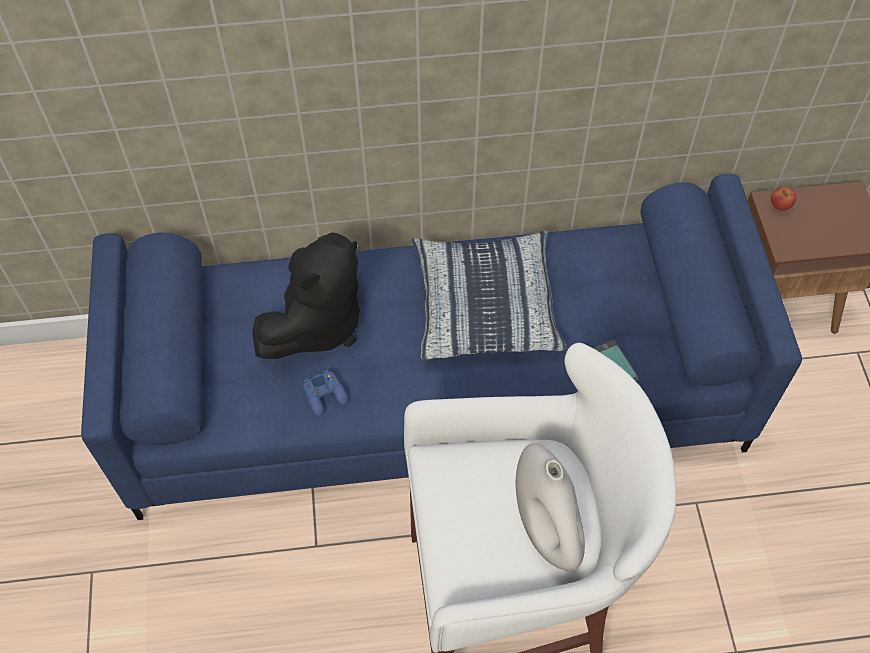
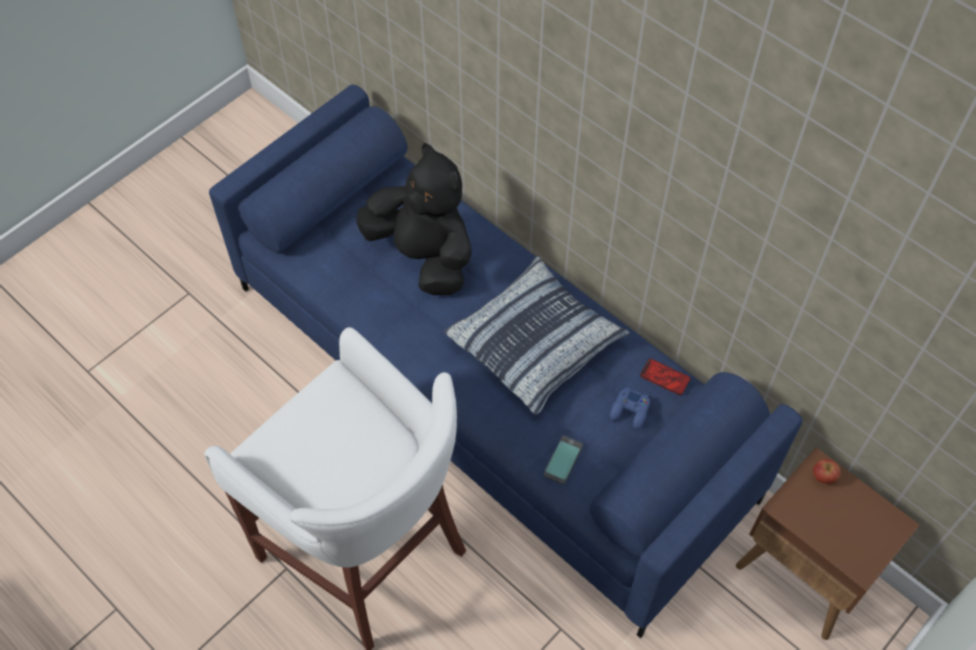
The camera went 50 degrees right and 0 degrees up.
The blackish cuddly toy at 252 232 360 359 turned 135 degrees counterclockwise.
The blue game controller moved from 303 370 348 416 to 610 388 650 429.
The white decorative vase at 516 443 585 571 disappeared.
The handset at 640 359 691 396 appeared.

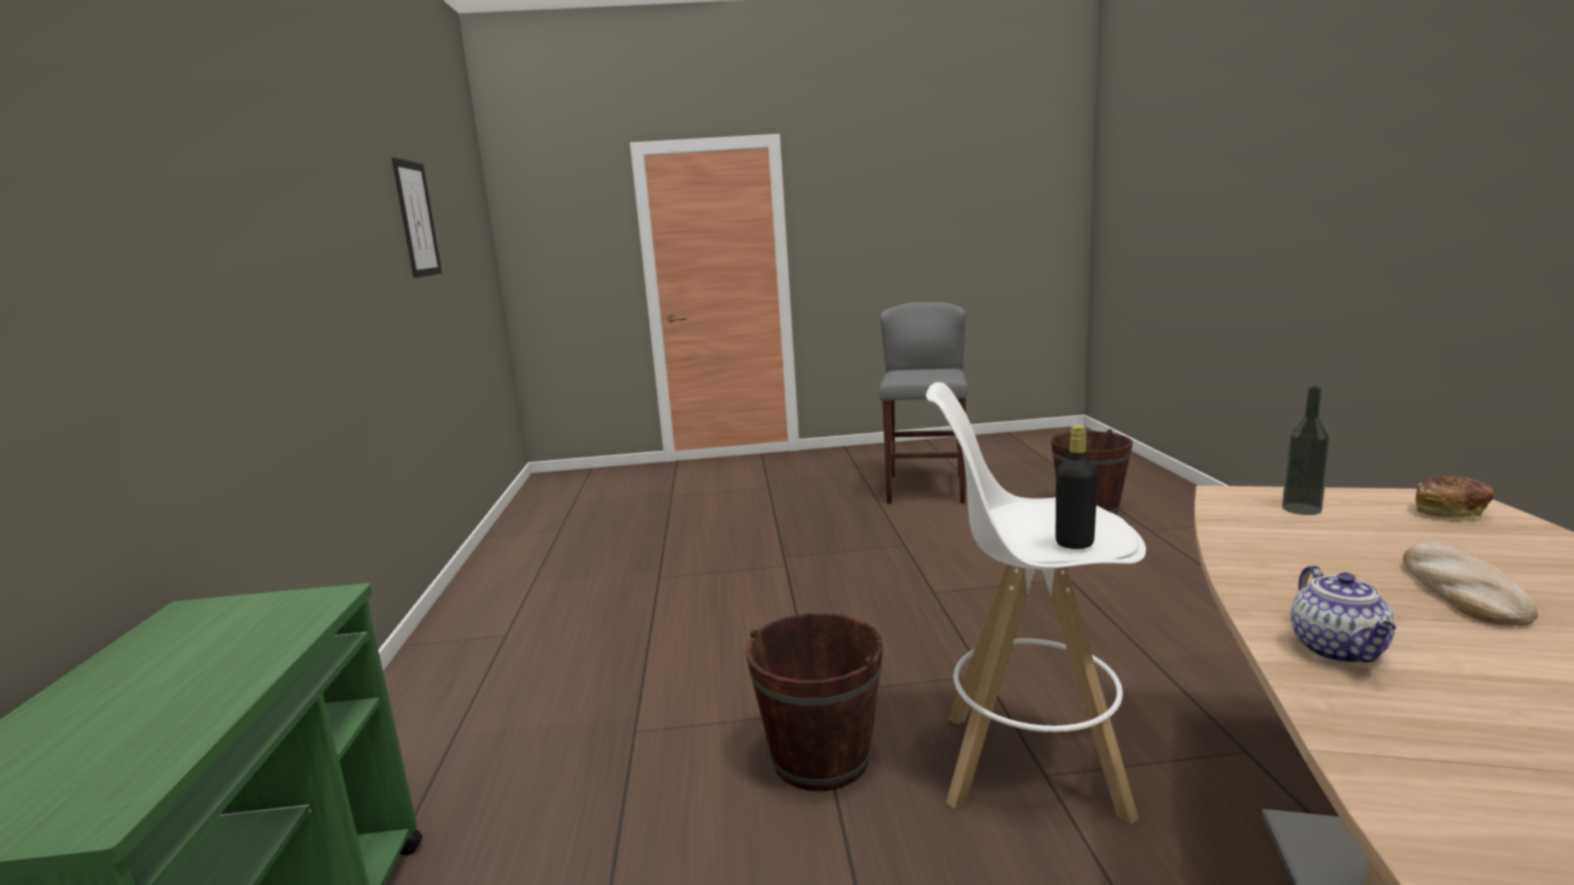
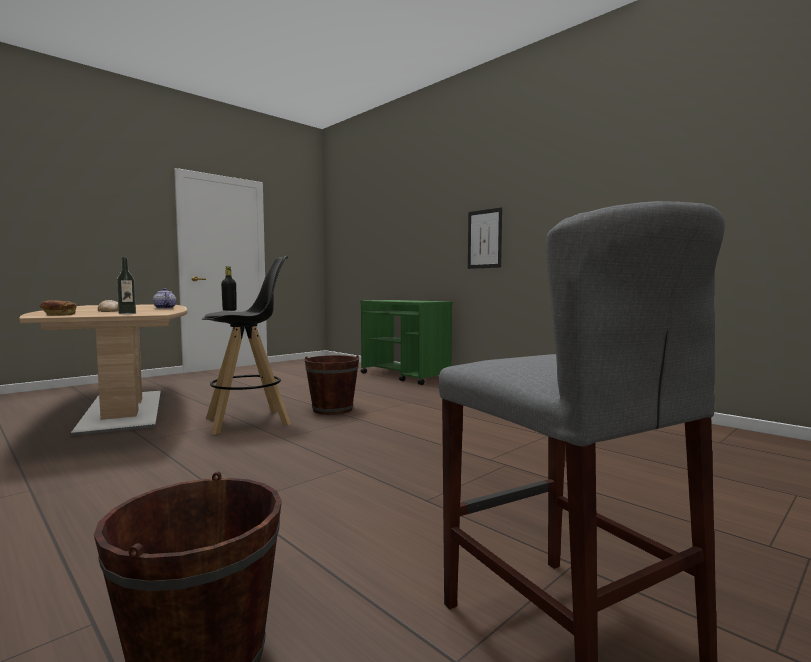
The camera went 140 degrees right and 10 degrees down.
The picture moved from 392 158 442 278 to 468 207 502 269.
The white stool seat at 926 382 1146 824 became the blackish stool seat at 202 256 291 435.

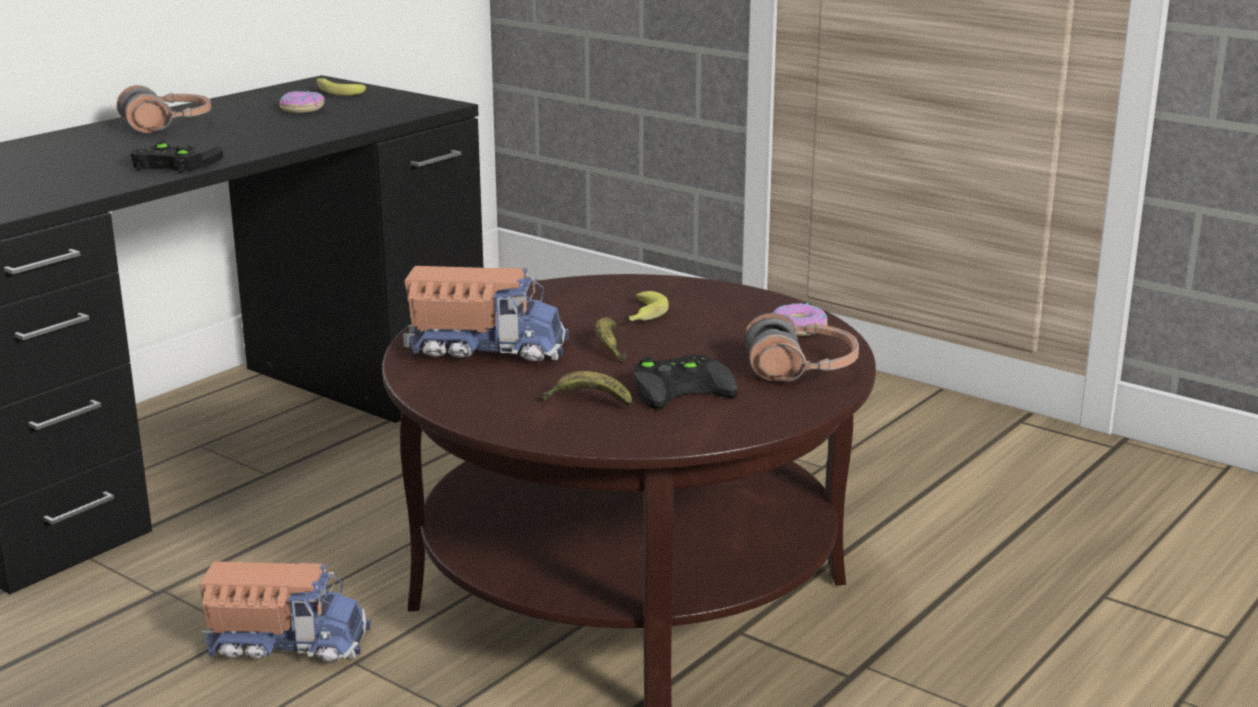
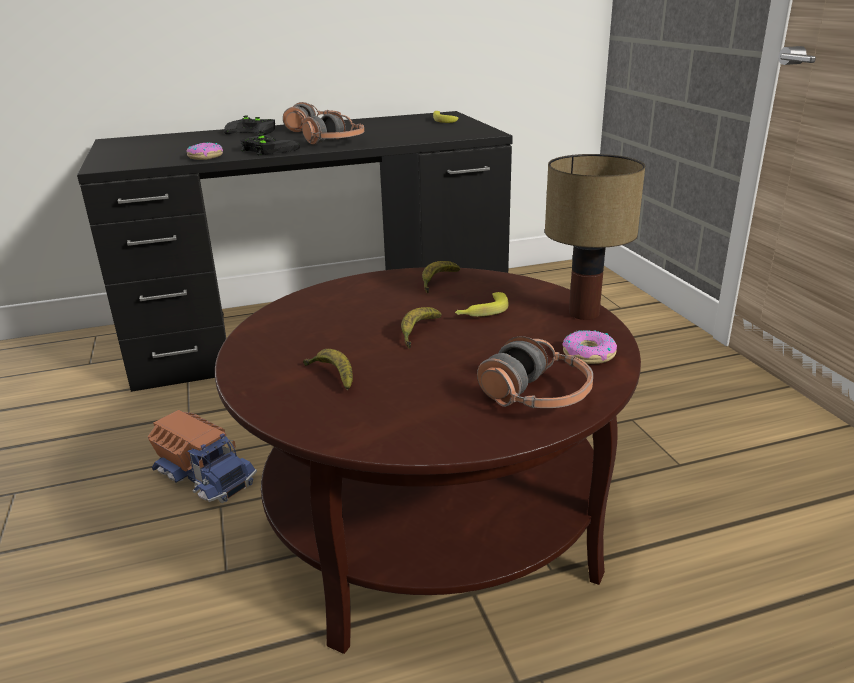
The camera went 35 degrees right and 5 degrees up.
The donut moved from 279 91 325 113 to 186 143 223 160.
The toy truck at 403 266 569 361 disappeared.
The blackish game controller moved from 634 355 738 409 to 224 115 275 135.
The headset at 302 112 364 144 appeared.
The whole banana at 422 261 460 293 appeared.
The tabletop lamp at 545 154 645 320 appeared.

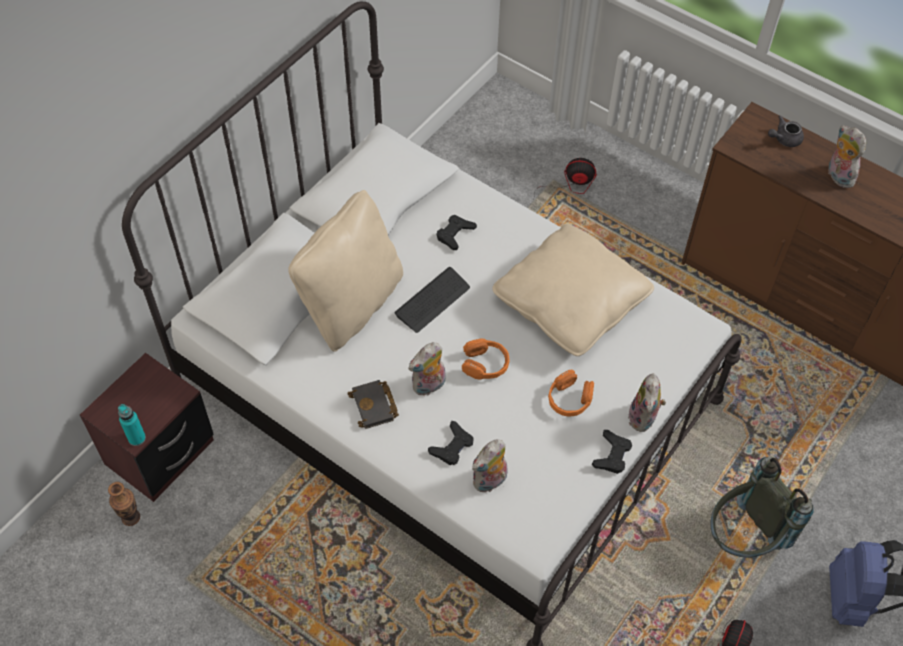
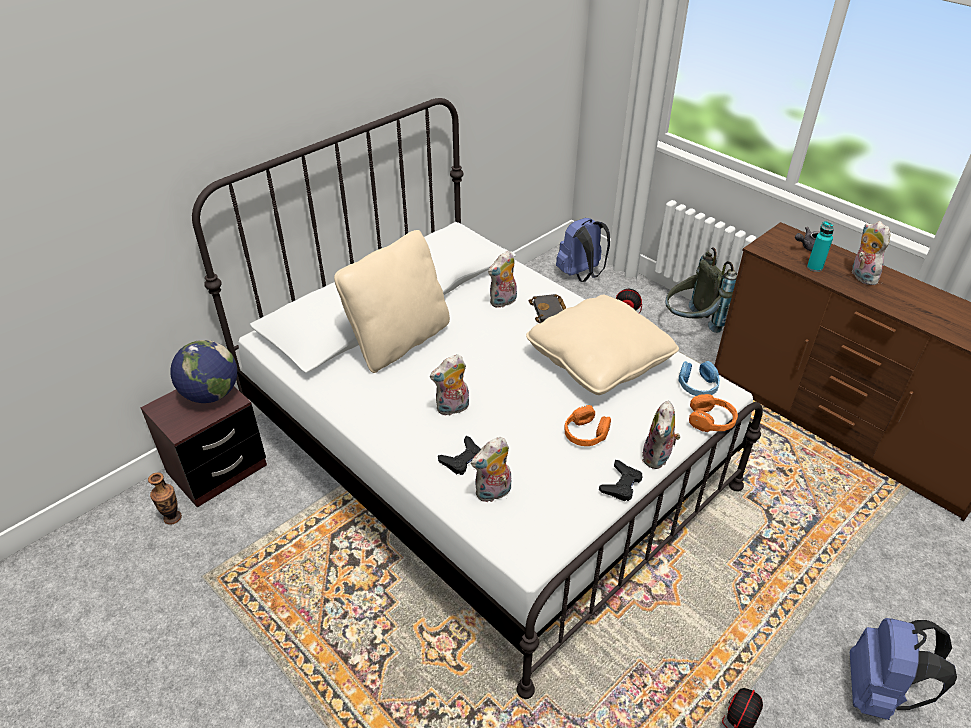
The camera went 10 degrees right and 15 degrees down.
The blue-green beverage bottle moved from 118 404 146 446 to 807 221 834 272.
The blackish book moved from 347 380 399 429 to 529 294 566 323.
The PC keyboard at 394 267 470 333 disappeared.
The blackish game controller at 437 215 477 250 was replaced by the cuddly toy at 488 251 517 308.
The orange-coloured headset moved from 462 338 509 380 to 689 394 738 432.
The grey backpack moved from 711 457 814 558 to 665 247 737 333.
The desk globe at 170 340 237 403 appeared.
The blue backpack at 556 218 610 282 appeared.
The blue headset at 679 361 720 396 appeared.

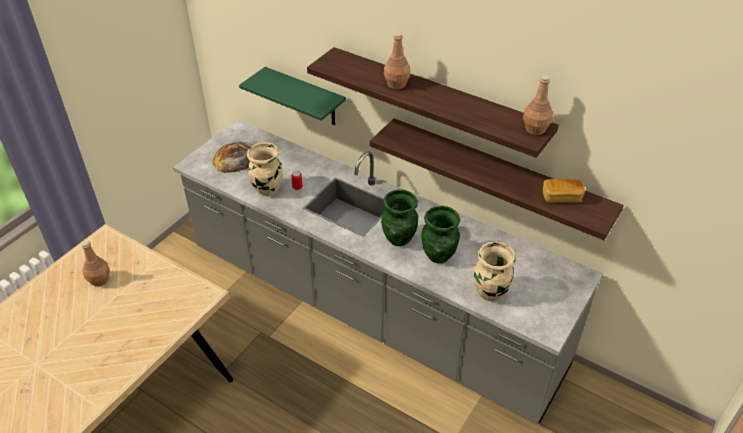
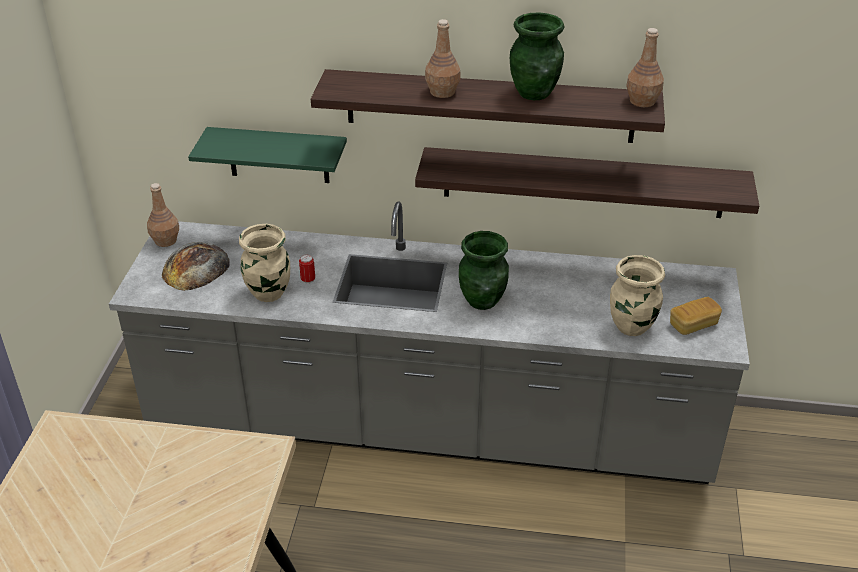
The camera went 25 degrees left and 5 degrees down.
The brown-coloured beverage bottle moved from 81 241 110 287 to 147 183 179 247.
The green-coloured decorative vase moved from 422 206 460 263 to 510 12 564 100.
The bread moved from 543 179 585 203 to 670 297 722 335.

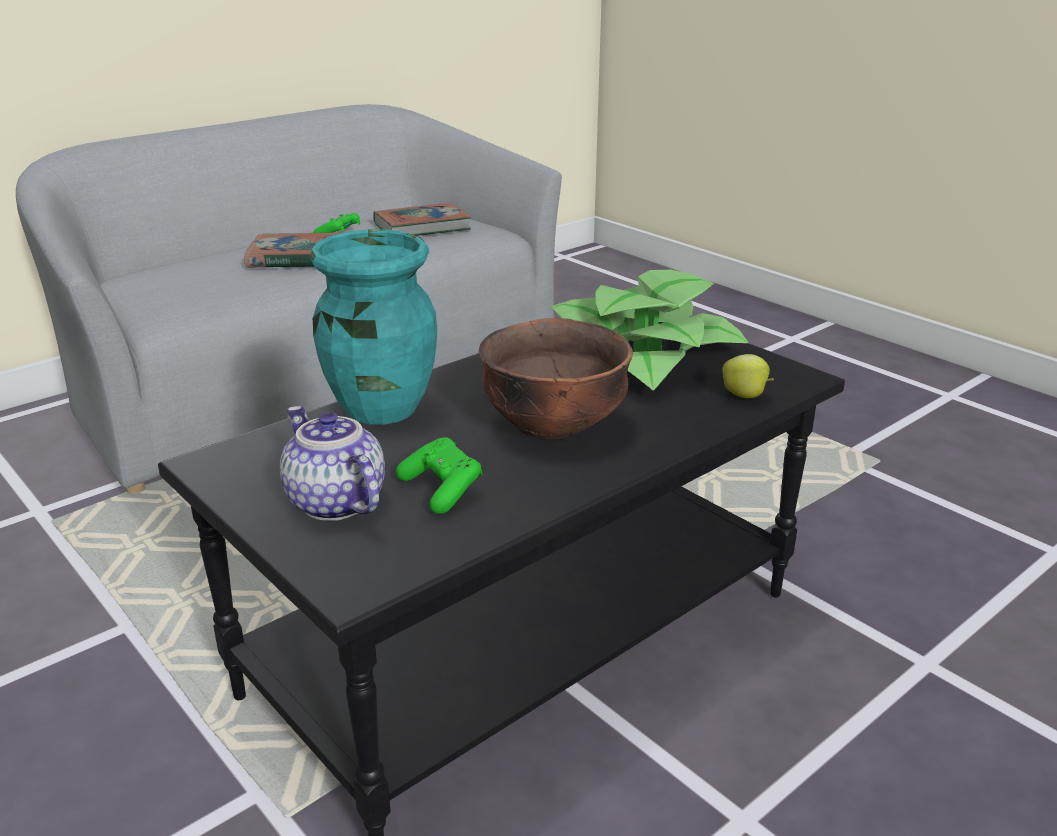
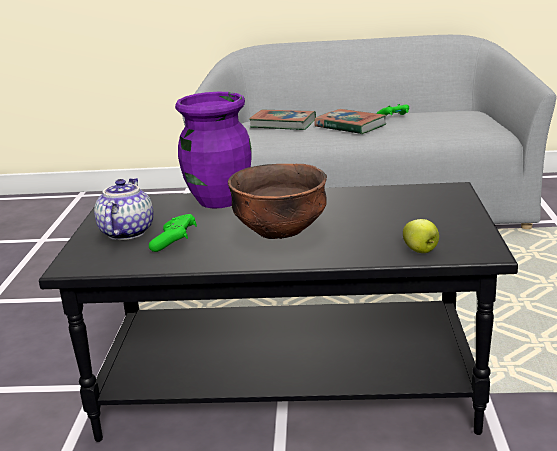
The camera went 45 degrees right and 5 degrees down.
The blue-green decorative vase at 310 229 437 425 became the purple-coloured decorative vase at 175 92 252 209.
The book moved from 373 203 471 236 to 249 110 316 130.
The potted plant at 551 270 749 391 disappeared.

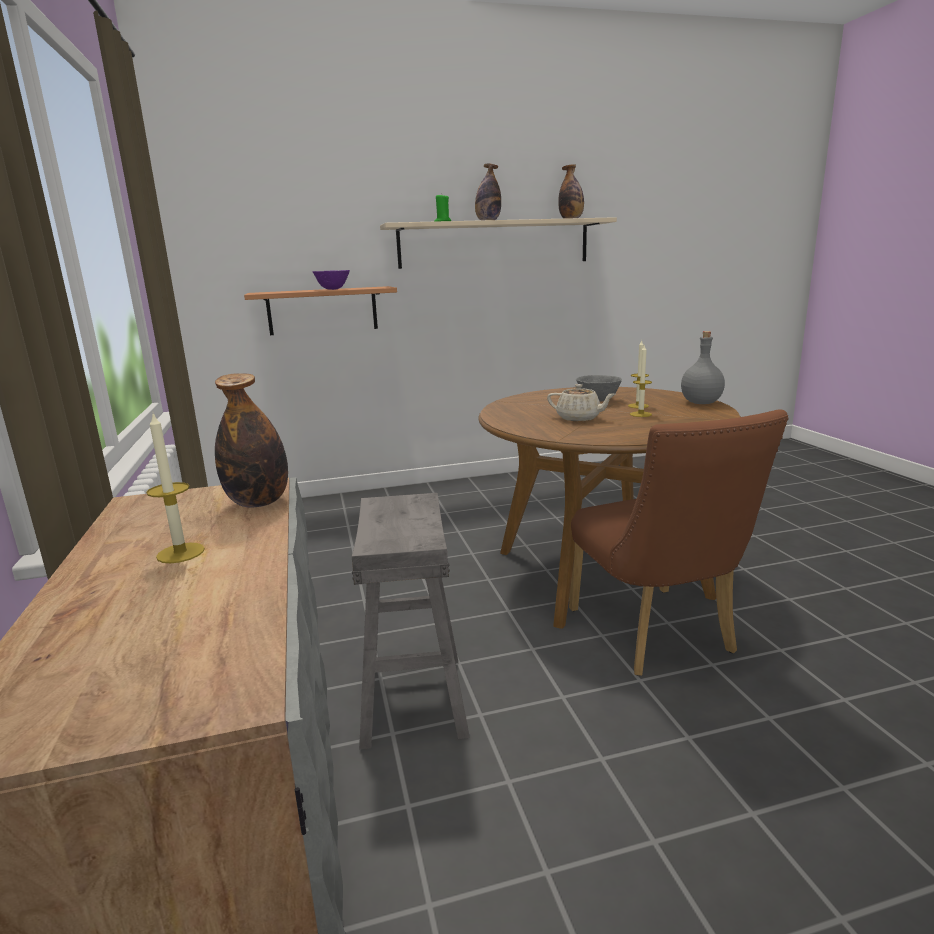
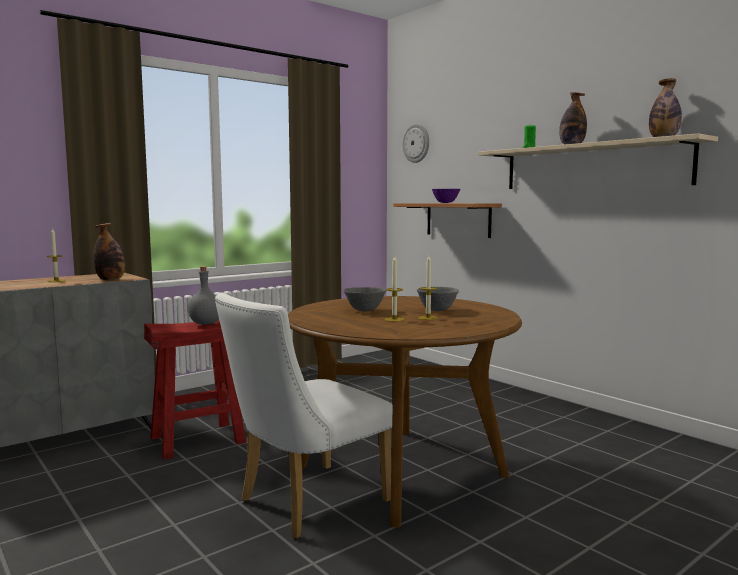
The camera went 65 degrees right and 10 degrees down.
The grey stool seat at 352 493 470 749 became the red-coloured stool seat at 144 319 246 460.
The sand-coloured tea pot at 547 384 616 421 was replaced by the grey deep dish at 343 287 386 312.
The brown-coloured chair at 569 410 788 676 became the white chair at 215 293 393 539.
The grey beverage bottle moved from 681 331 725 404 to 188 266 219 325.
The wall clock at 402 123 429 163 appeared.

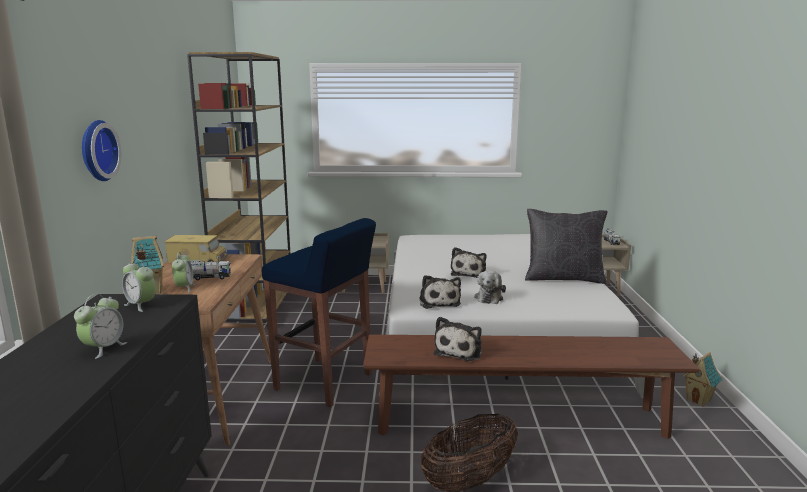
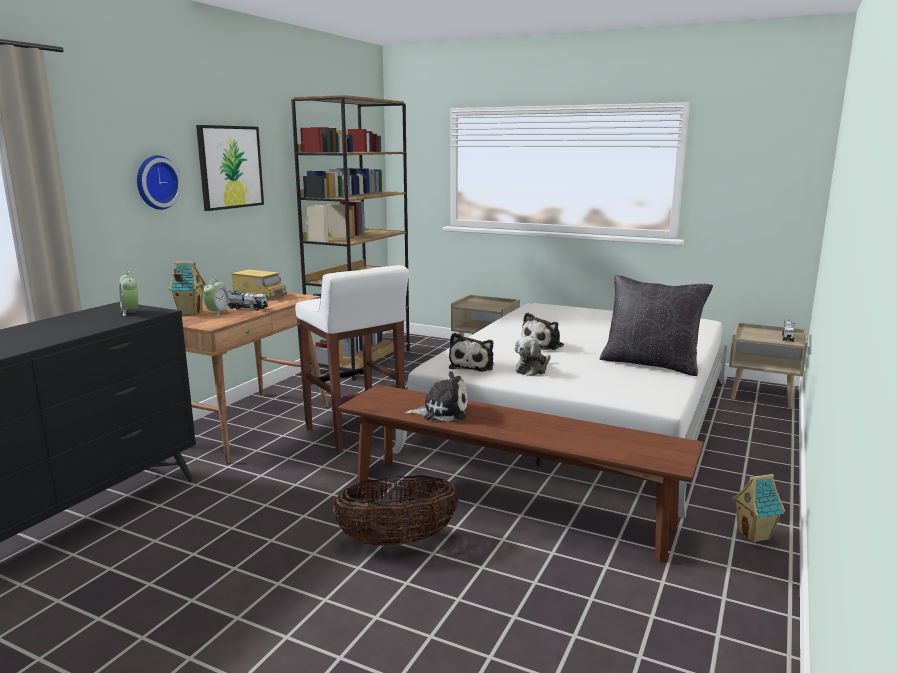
The camera went 25 degrees right and 0 degrees up.
The table clock at 74 294 127 359 disappeared.
The blue stool seat at 262 218 376 407 became the white stool seat at 295 265 409 453.
The cuddly toy at 434 317 482 361 turned 135 degrees counterclockwise.
The picture at 196 125 264 211 appeared.

